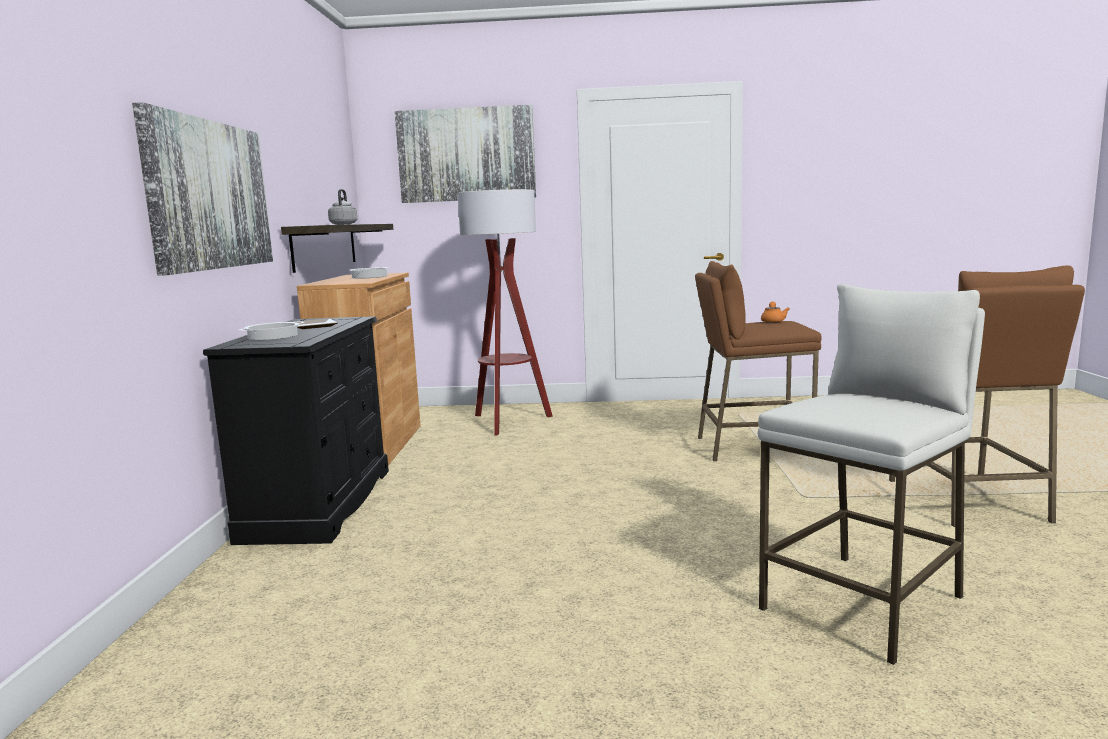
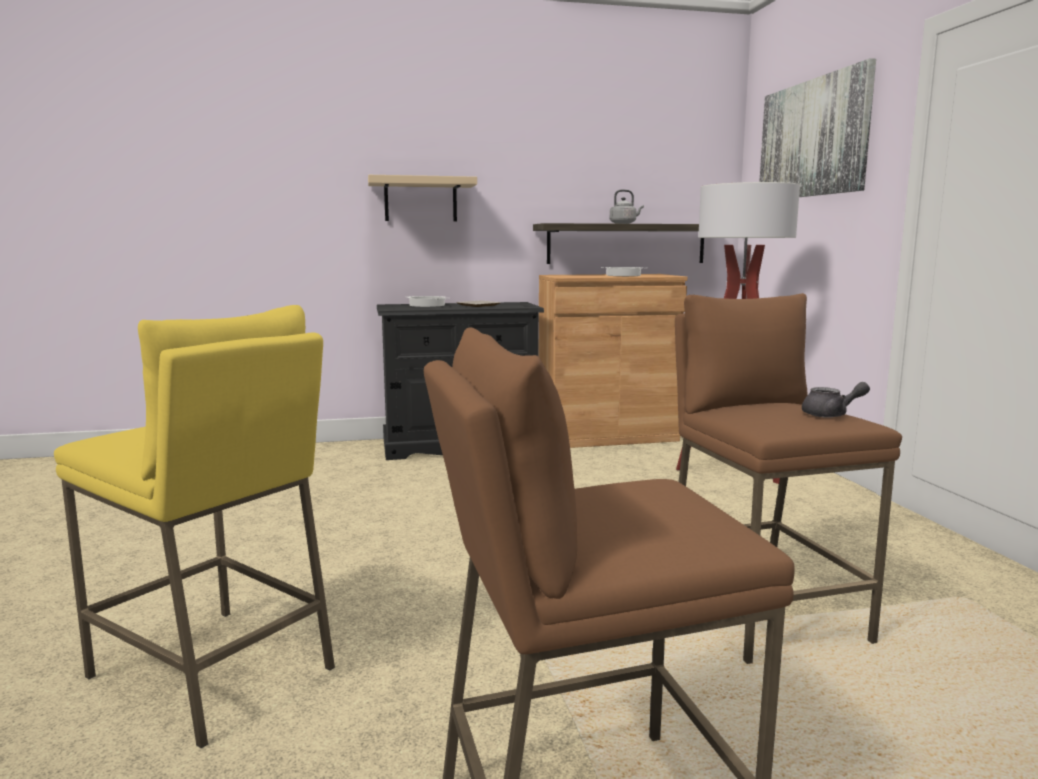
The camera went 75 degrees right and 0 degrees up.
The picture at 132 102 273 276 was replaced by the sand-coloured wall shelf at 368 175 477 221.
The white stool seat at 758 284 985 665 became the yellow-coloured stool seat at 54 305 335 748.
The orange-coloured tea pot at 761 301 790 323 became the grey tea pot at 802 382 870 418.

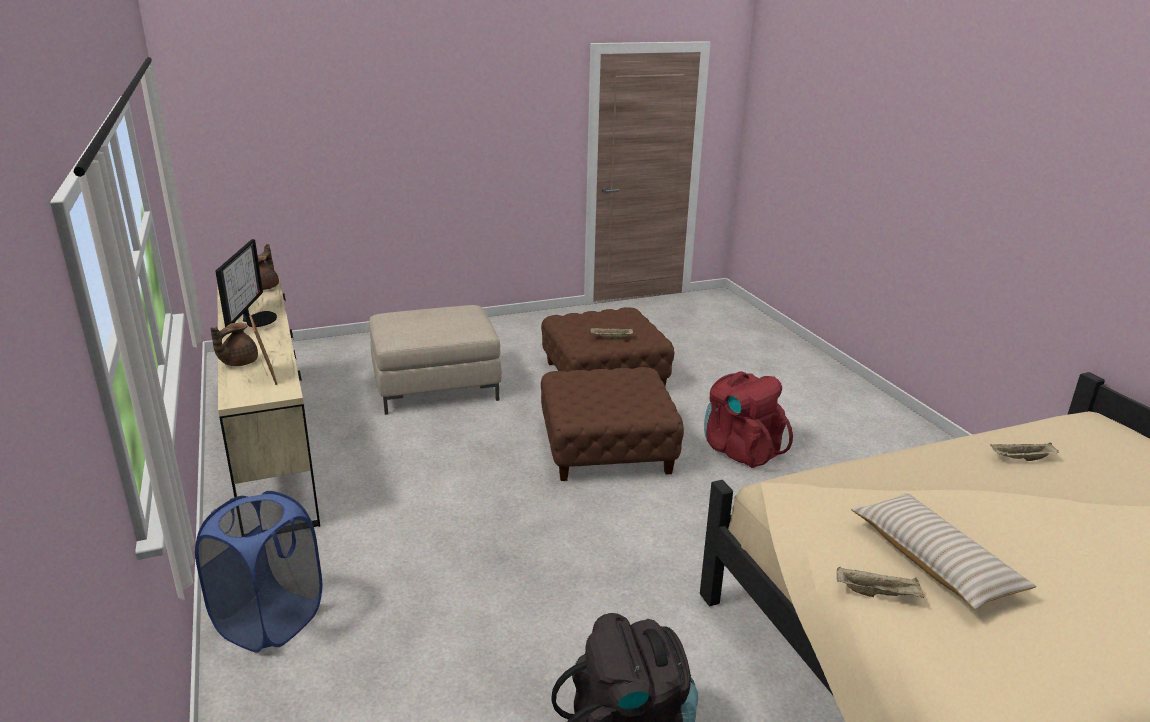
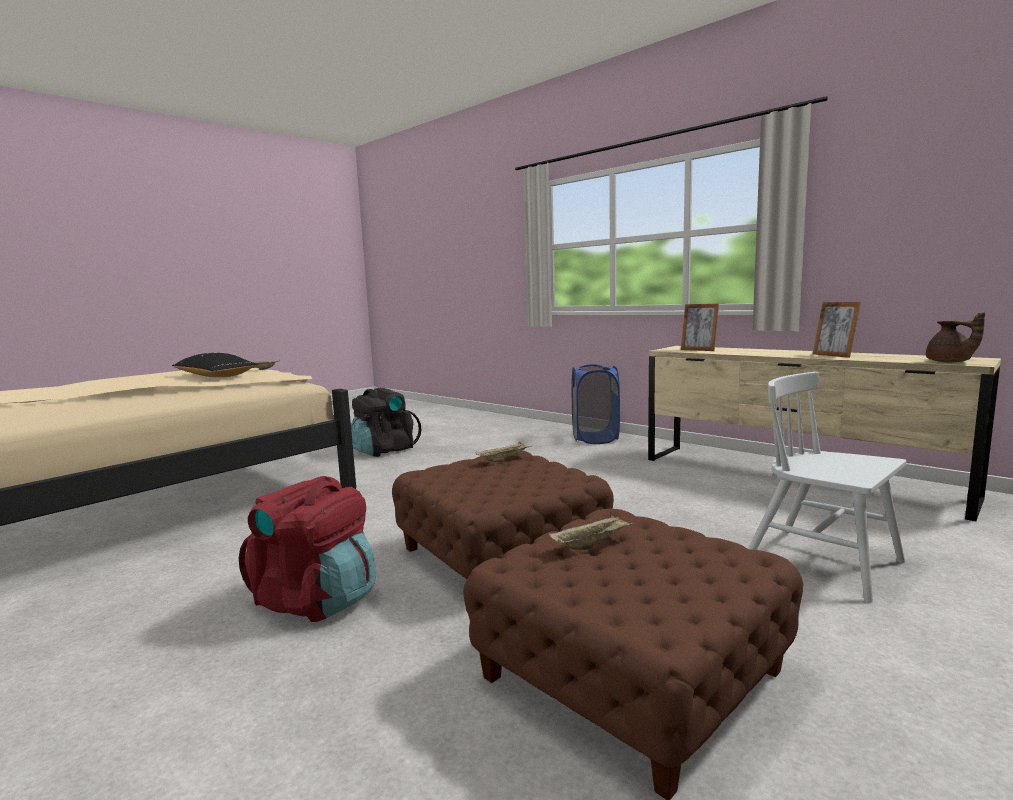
The camera went 155 degrees right and 15 degrees down.
The brown-coloured tea pot at 210 323 258 366 disappeared.
The computer display at 215 239 277 327 was replaced by the photo frame at 813 302 861 358.
The sand-coloured footrest at 369 305 502 415 was replaced by the white chair at 748 372 907 603.
The sand-coloured cushion at 851 493 1036 610 became the blackish cushion at 172 353 258 377.
The sand-coloured serving tray moved from 990 443 1059 461 to 475 442 532 462.

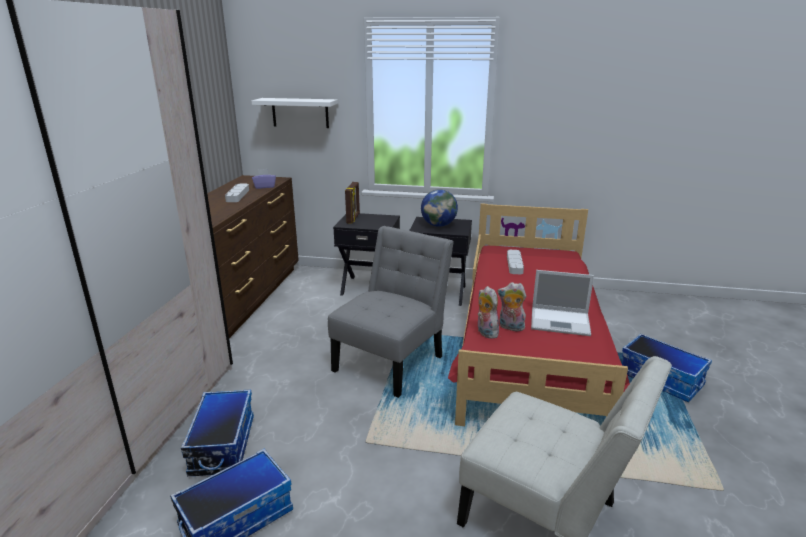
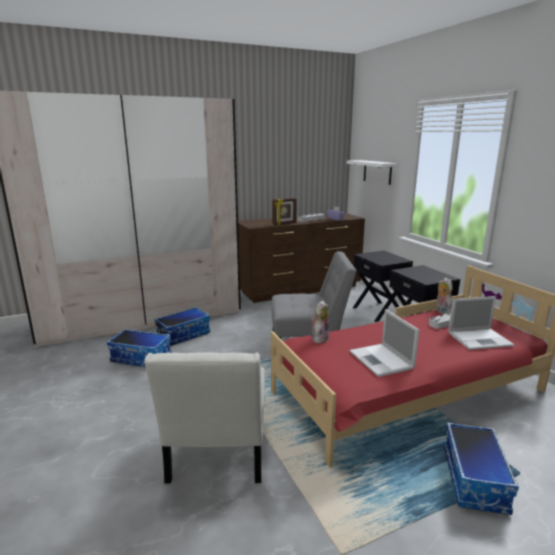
The camera went 55 degrees right and 5 degrees down.
The photo frame moved from 345 182 360 224 to 273 198 297 225.
The desk globe at 421 189 458 227 disappeared.
The cuddly toy moved from 498 282 526 331 to 436 277 453 314.
The laptop at 448 296 514 350 appeared.

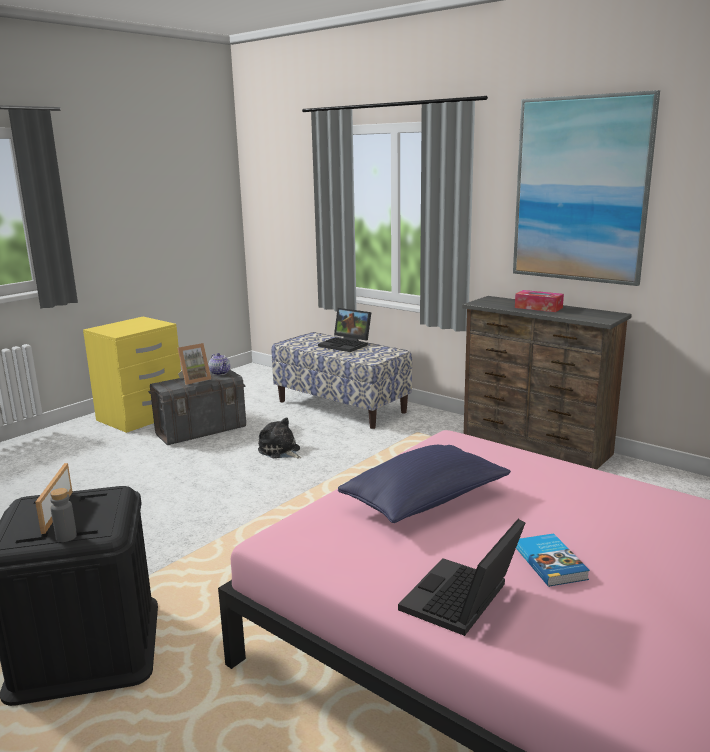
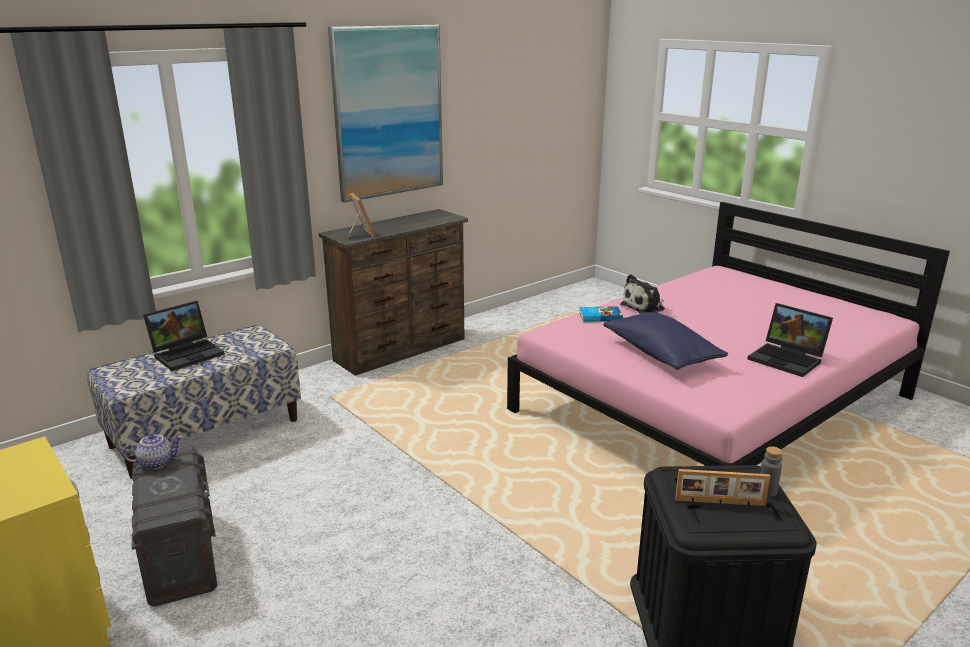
The camera went 80 degrees left and 5 degrees up.
The photo frame moved from 178 343 211 385 to 347 193 376 239.
The cuddly toy moved from 258 417 301 458 to 620 274 665 314.
The box of tissues at 515 290 564 312 disappeared.
The book moved from 516 533 590 587 to 579 306 623 322.

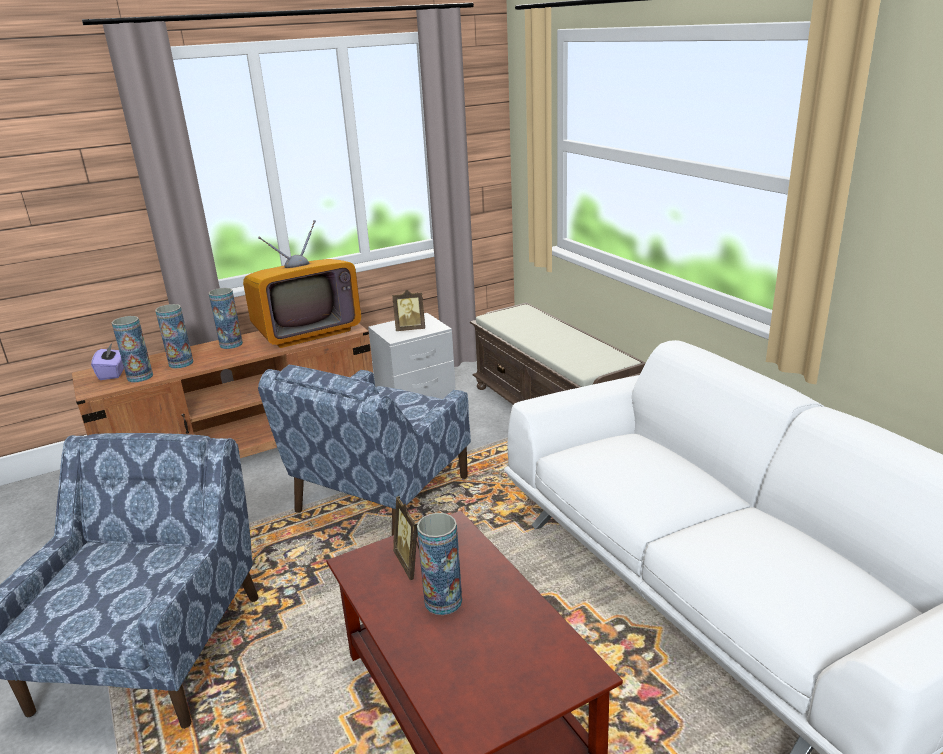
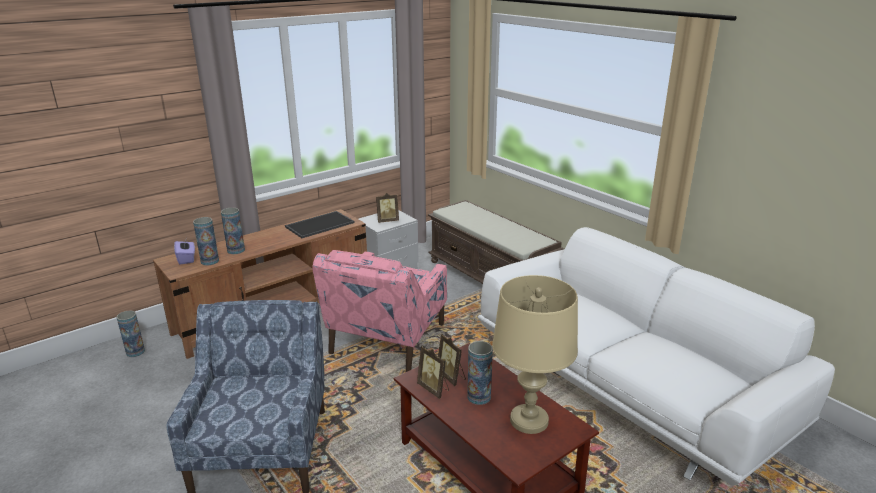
The camera went 10 degrees left and 0 degrees up.
The decorative vase moved from 209 288 243 349 to 117 311 145 357.
The TV at 243 220 361 348 was replaced by the serving tray at 285 211 354 238.
The blue armchair at 258 365 471 536 became the pink armchair at 312 250 447 372.
The photo frame at 417 346 449 399 appeared.
The sand-coloured tabletop lamp at 492 275 578 434 appeared.

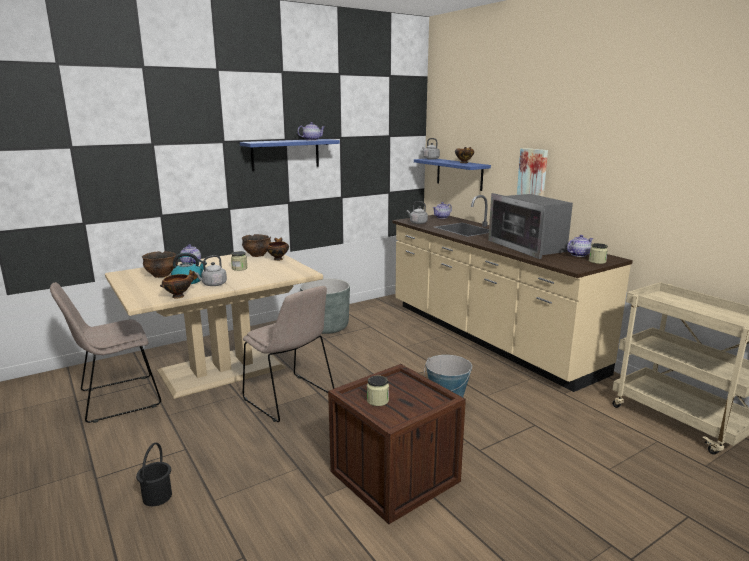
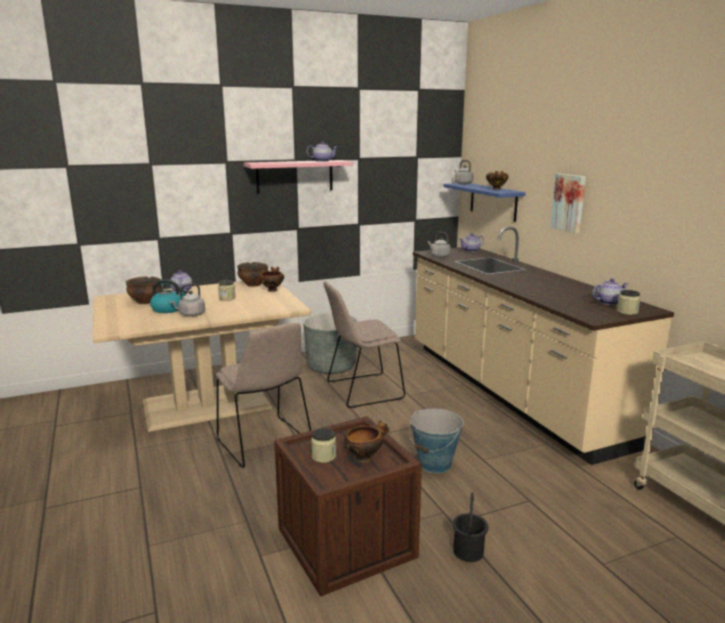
The camera went 10 degrees right and 0 degrees up.
The sand-coloured chair moved from 50 282 161 423 to 324 281 405 408.
The blackish water bucket moved from 136 442 172 506 to 452 493 488 562.
The deep dish moved from 160 270 198 298 to 344 420 389 463.
The blue wall shelf at 240 139 340 171 became the pink wall shelf at 244 160 353 194.
The microwave oven at 488 193 573 259 disappeared.

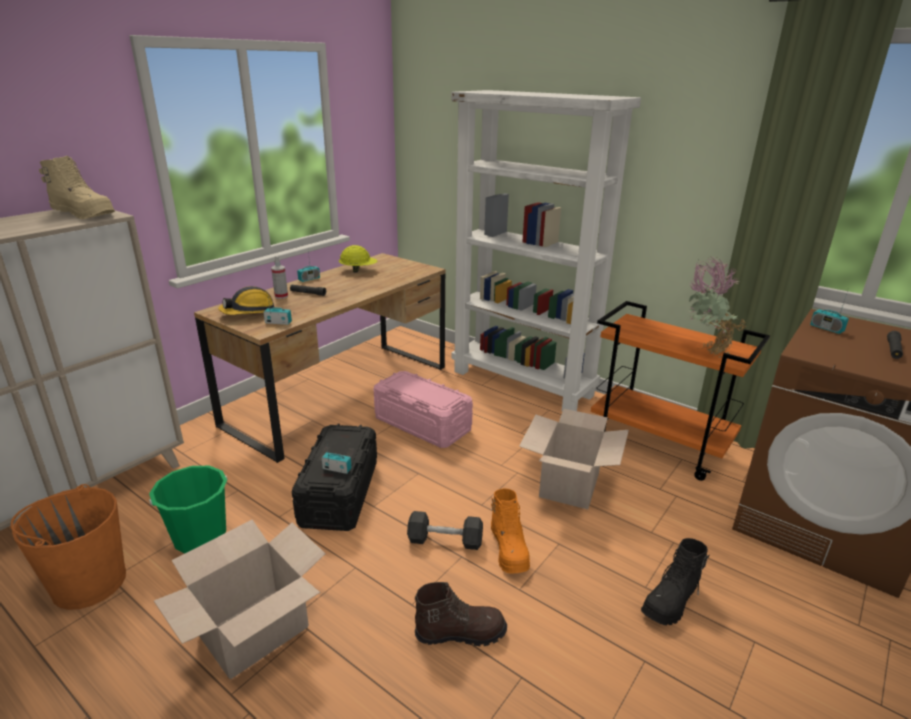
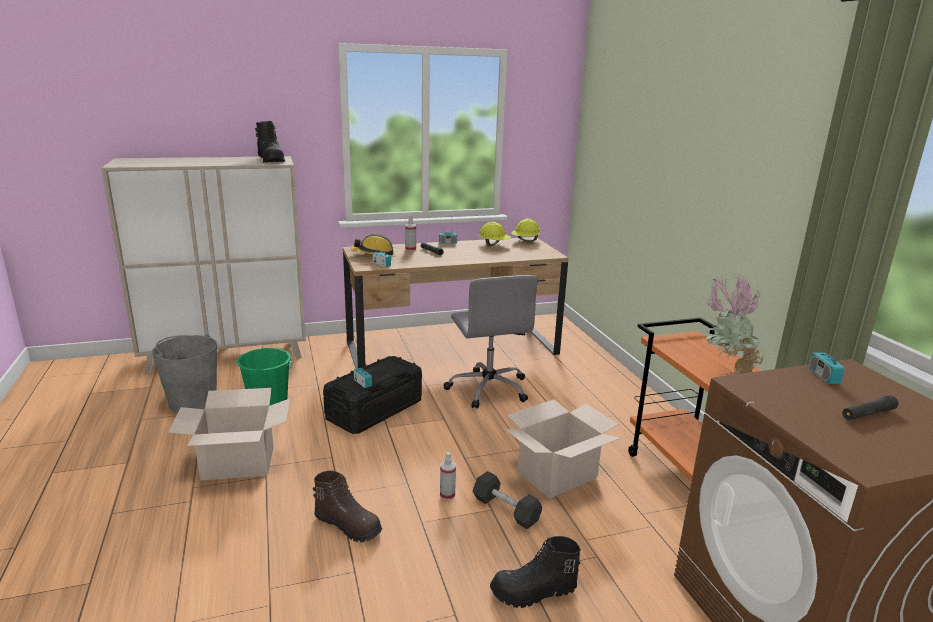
The camera went 35 degrees right and 5 degrees down.
The orange-coloured water bucket at 11 484 126 610 became the grey water bucket at 152 334 217 412.
The sand-coloured tall boot at 39 156 115 219 became the blackish tall boot at 255 121 285 163.
The pink storage bin at 374 371 473 448 was replaced by the grey office chair at 444 275 538 408.
The blackish dumbbell moved from 407 511 483 550 to 472 471 542 529.
The white bookcase at 452 90 641 412 disappeared.
The orange-coloured tall boot at 491 488 530 574 was replaced by the spray bottle at 440 452 456 500.
The yellow-coloured hard hat at 511 218 541 242 appeared.

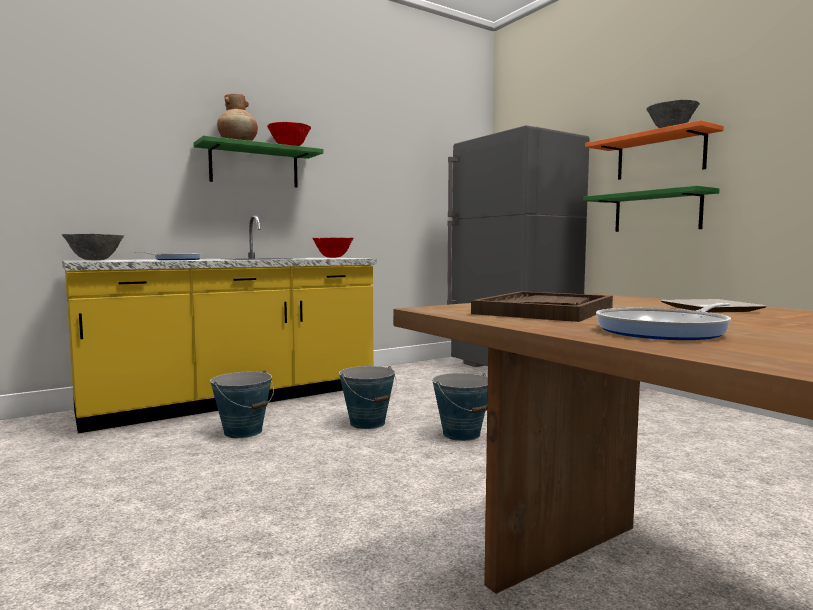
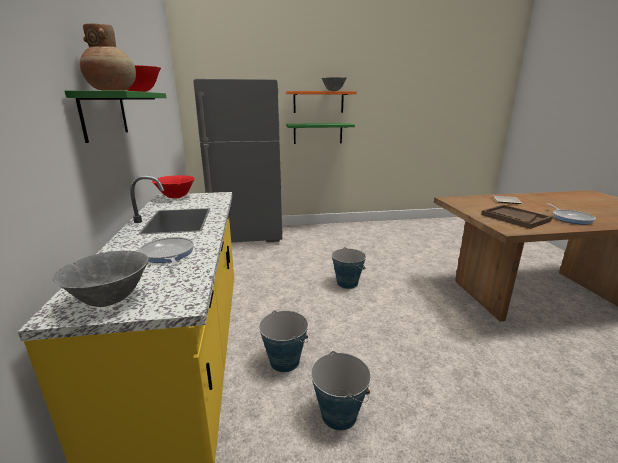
The camera went 65 degrees left and 15 degrees up.
The water bucket moved from 339 366 397 429 to 311 351 371 431.

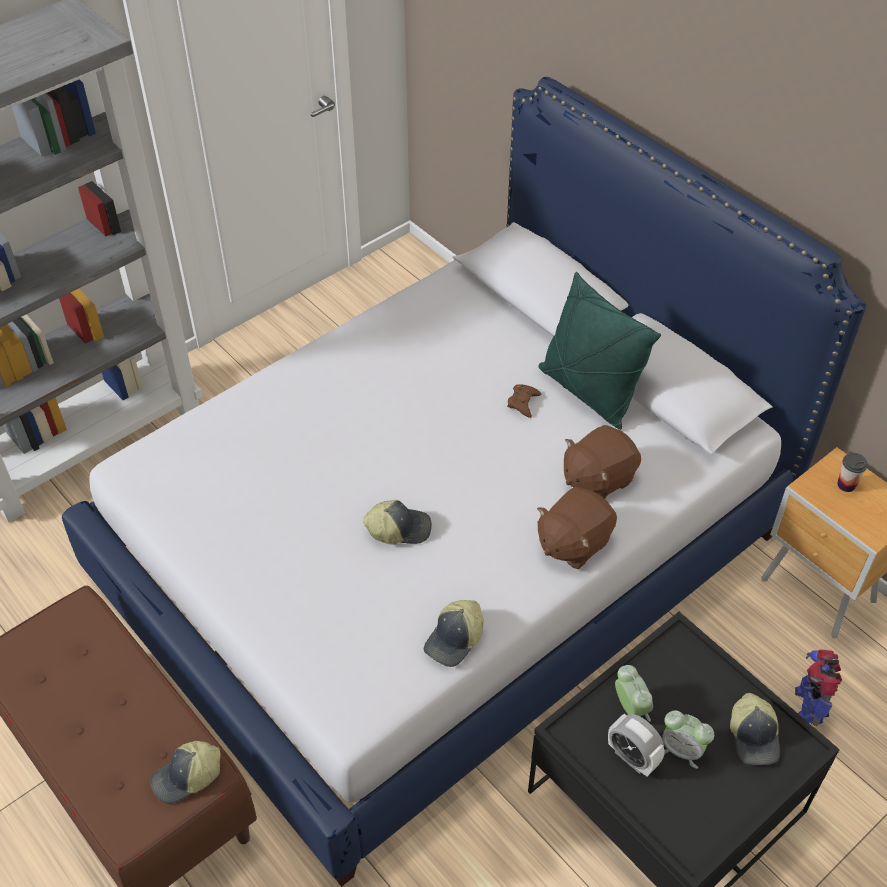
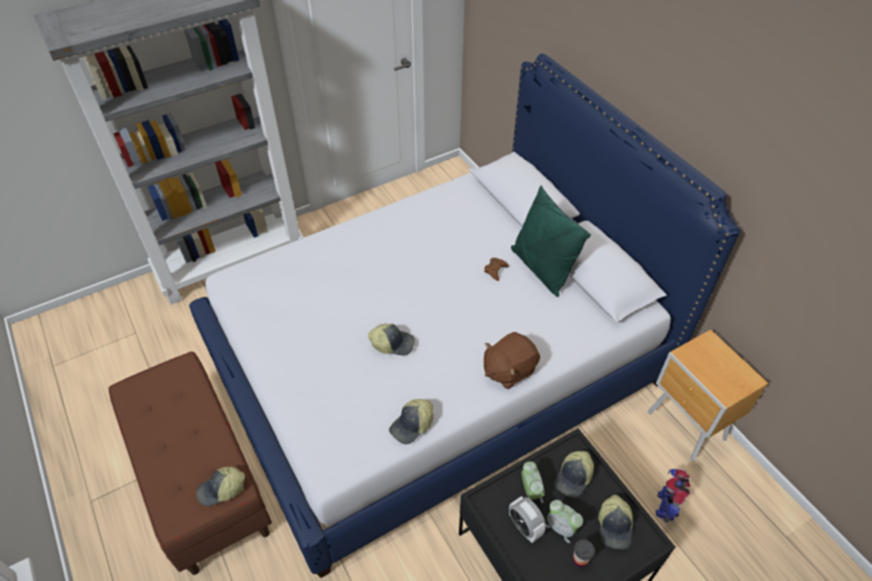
The camera went 10 degrees right and 0 degrees up.
The brown-coloured cuddly toy at 564 425 641 499 disappeared.
The cup moved from 837 453 868 492 to 572 540 595 568.
The cap at 554 451 594 498 appeared.

